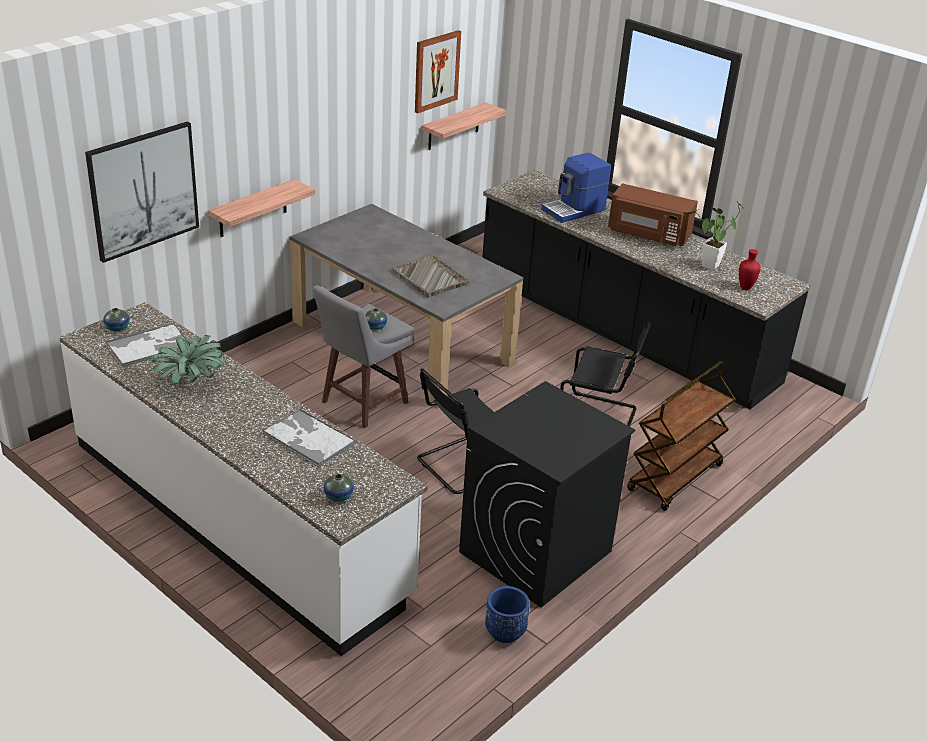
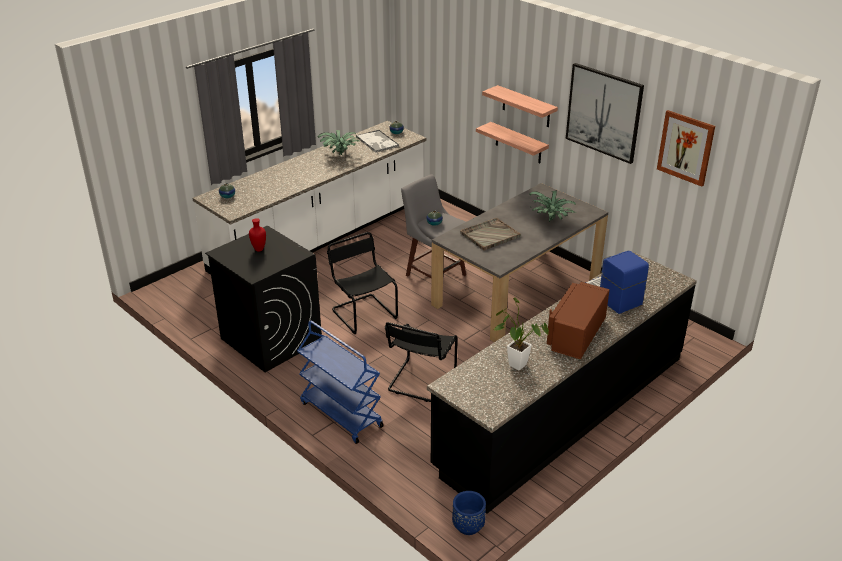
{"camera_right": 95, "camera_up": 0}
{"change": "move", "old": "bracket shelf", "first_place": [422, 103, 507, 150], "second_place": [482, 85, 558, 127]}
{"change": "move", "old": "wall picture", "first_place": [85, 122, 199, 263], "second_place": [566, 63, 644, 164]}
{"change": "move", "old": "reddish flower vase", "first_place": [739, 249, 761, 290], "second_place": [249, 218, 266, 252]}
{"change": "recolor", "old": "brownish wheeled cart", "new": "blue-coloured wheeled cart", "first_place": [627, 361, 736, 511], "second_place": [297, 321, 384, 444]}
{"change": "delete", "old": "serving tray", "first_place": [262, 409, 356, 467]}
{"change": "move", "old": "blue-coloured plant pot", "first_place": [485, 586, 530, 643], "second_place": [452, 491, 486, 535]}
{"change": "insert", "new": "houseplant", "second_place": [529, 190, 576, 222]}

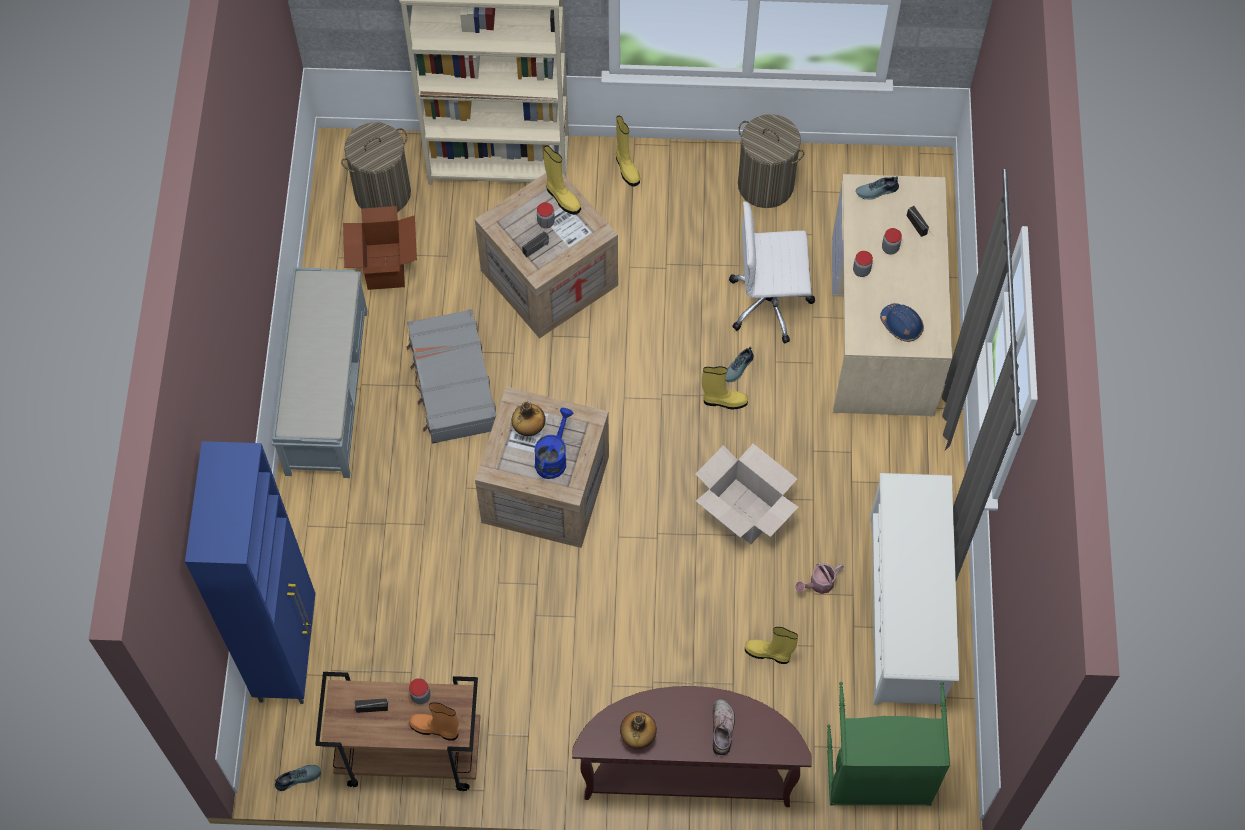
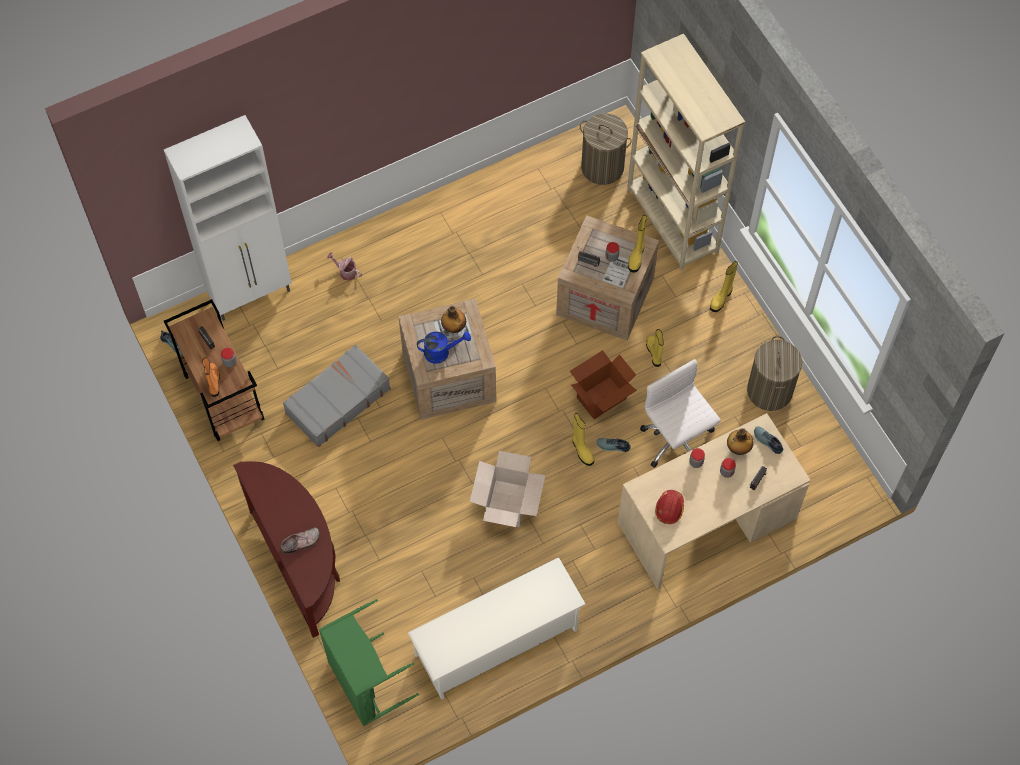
{"camera_right": 60, "camera_up": 0}
{"change": "move", "old": "carton", "first_place": [343, 206, 417, 290], "second_place": [570, 350, 637, 419]}
{"change": "delete", "old": "grey long seat", "first_place": [272, 267, 367, 478]}
{"change": "recolor", "old": "blue-coloured safety helmet", "new": "reddish safety helmet", "first_place": [880, 303, 924, 342], "second_place": [655, 490, 684, 524]}
{"change": "move", "old": "grey piece of luggage", "first_place": [406, 309, 496, 444], "second_place": [283, 345, 391, 447]}
{"change": "recolor", "old": "blue-coloured cupboard", "new": "whitish cupboard", "first_place": [185, 441, 316, 704], "second_place": [164, 115, 292, 321]}
{"change": "move", "old": "watering pot", "first_place": [795, 563, 844, 594], "second_place": [327, 252, 362, 281]}
{"change": "move", "old": "yellow high-top boot", "first_place": [745, 627, 798, 664], "second_place": [646, 329, 664, 367]}
{"change": "move", "old": "beverage bottle", "first_place": [620, 711, 657, 749], "second_place": [727, 428, 753, 455]}

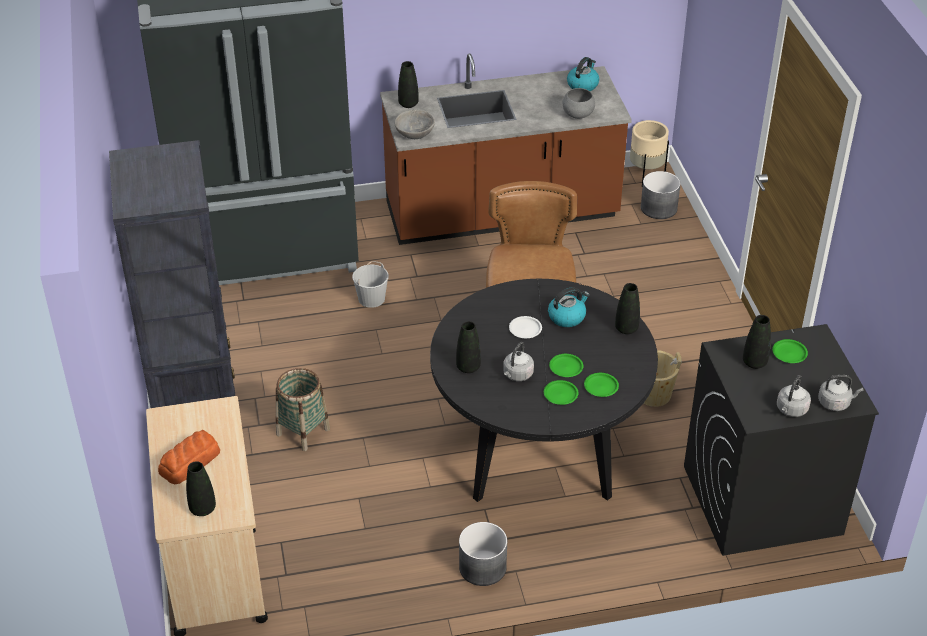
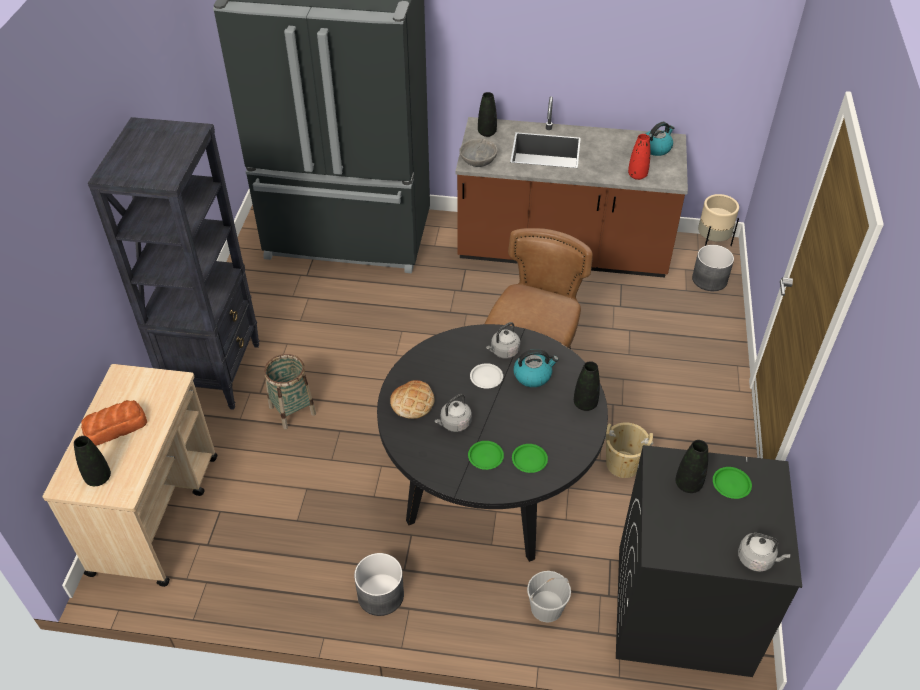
{"camera_right": 20, "camera_up": 5}
{"change": "replace", "old": "grey bowl", "new": "reddish flower vase", "first_place": [563, 88, 595, 119], "second_place": [628, 134, 650, 180]}
{"change": "move", "old": "whitish pail", "first_place": [352, 261, 389, 308], "second_place": [527, 571, 571, 622]}
{"change": "replace", "old": "black-coloured flower vase", "new": "bakery bread", "first_place": [456, 321, 481, 373], "second_place": [390, 380, 434, 419]}
{"change": "delete", "old": "greenish flat dish", "first_place": [549, 354, 583, 377]}
{"change": "move", "old": "grey water kettle", "first_place": [777, 375, 811, 417], "second_place": [486, 322, 520, 359]}

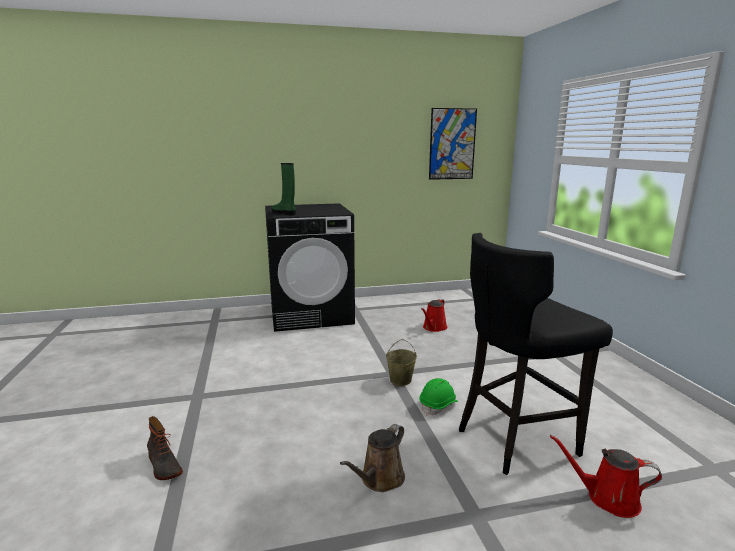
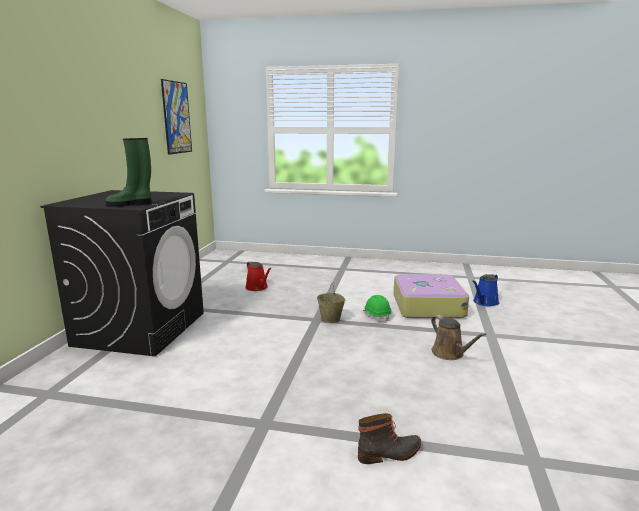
{"camera_right": -65, "camera_up": 0}
{"change": "replace", "old": "black-coloured sitting stool", "new": "piece of luggage", "first_place": [459, 233, 613, 475], "second_place": [393, 274, 469, 318]}
{"change": "recolor", "old": "reddish watering pot", "new": "blue-coloured watering pot", "first_place": [550, 435, 662, 518], "second_place": [472, 274, 499, 306]}

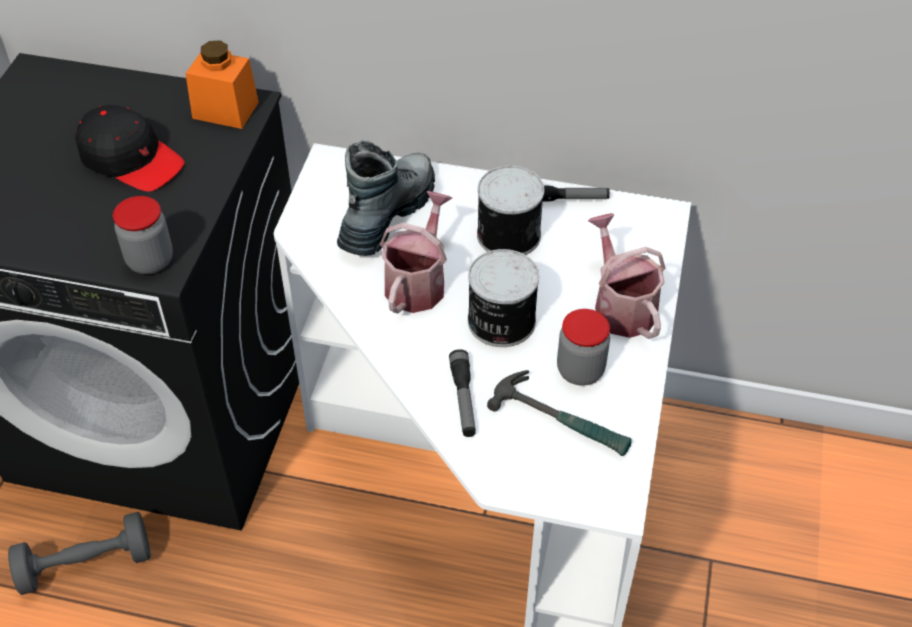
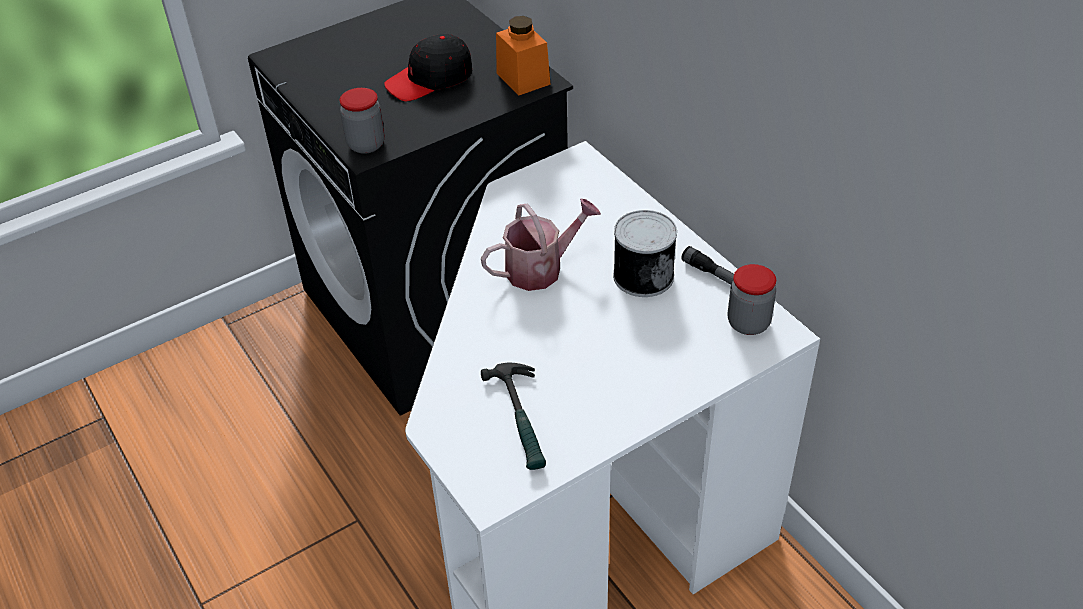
{"camera_right": 45, "camera_up": -5}
{"change": "rotate", "old": "black-coloured cap", "first_place": [75, 105, 185, 192], "second_place": [384, 34, 472, 101], "degrees": 75}
{"change": "delete", "old": "high-top boot", "first_place": [337, 140, 435, 256]}
{"change": "delete", "old": "watering pot", "first_place": [588, 213, 665, 339]}
{"change": "delete", "old": "sealed can", "first_place": [468, 249, 539, 347]}
{"change": "move", "old": "preserve jar", "first_place": [557, 309, 610, 386], "second_place": [728, 264, 776, 335]}
{"change": "delete", "old": "flashlight", "first_place": [449, 349, 476, 437]}
{"change": "delete", "old": "grey dumbbell", "first_place": [8, 512, 151, 595]}

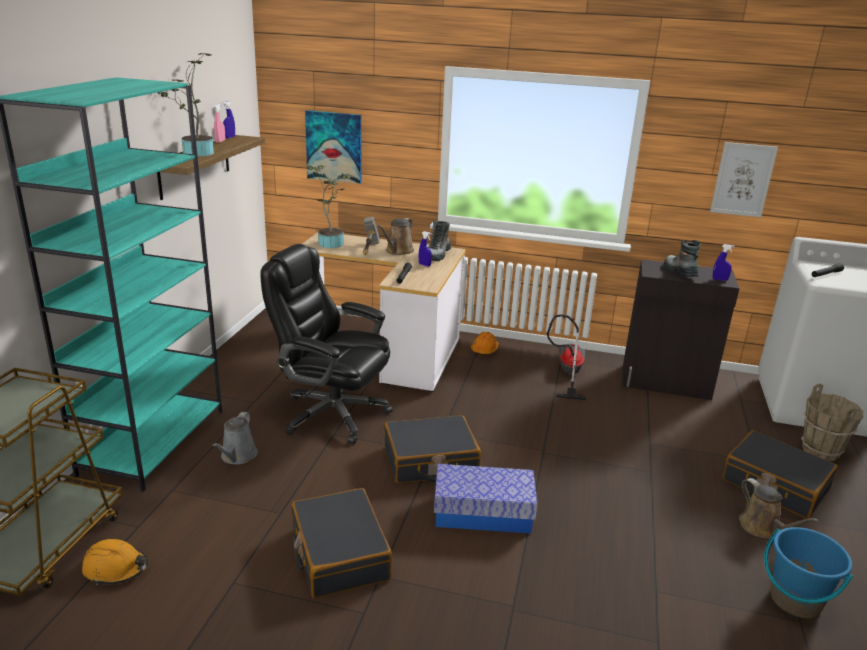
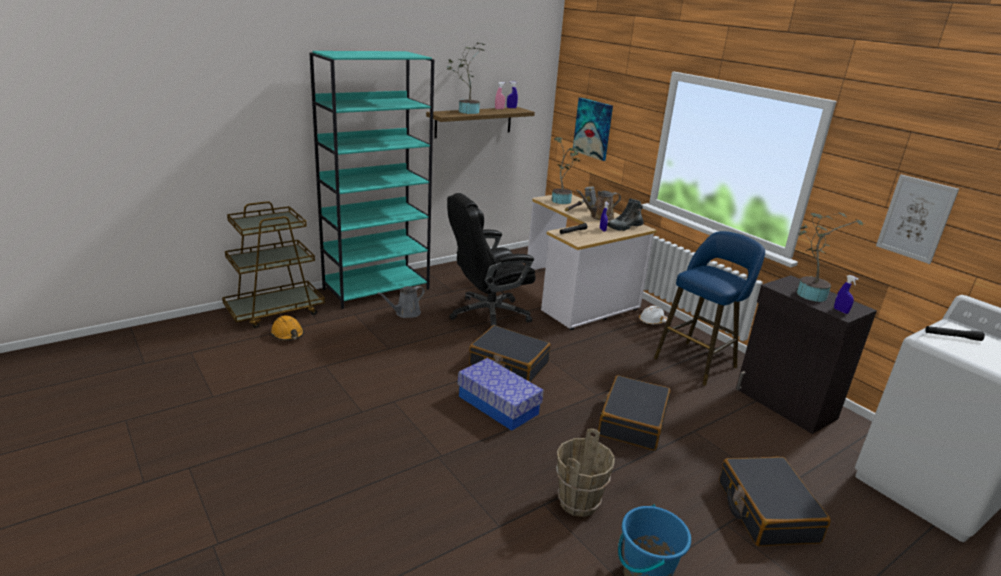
{"camera_right": 40, "camera_up": 0}
{"change": "replace", "old": "high-top boot", "new": "houseplant", "first_place": [664, 240, 701, 277], "second_place": [797, 212, 864, 302]}
{"change": "rotate", "old": "black-coloured computer chair", "first_place": [260, 244, 393, 444], "second_place": [447, 193, 536, 327], "degrees": -90}
{"change": "replace", "old": "hoover", "new": "blue-coloured sitting stool", "first_place": [547, 314, 586, 400], "second_place": [654, 231, 765, 386]}
{"change": "recolor", "old": "orangey safety helmet", "new": "whitish safety helmet", "first_place": [471, 332, 499, 356], "second_place": [639, 305, 668, 325]}
{"change": "move", "old": "brownish pail", "first_place": [801, 384, 863, 461], "second_place": [556, 428, 615, 517]}
{"change": "delete", "old": "brownish watering pot", "first_place": [739, 478, 819, 538]}
{"change": "move", "old": "black-coloured piece of luggage", "first_place": [291, 488, 392, 598], "second_place": [598, 375, 670, 451]}

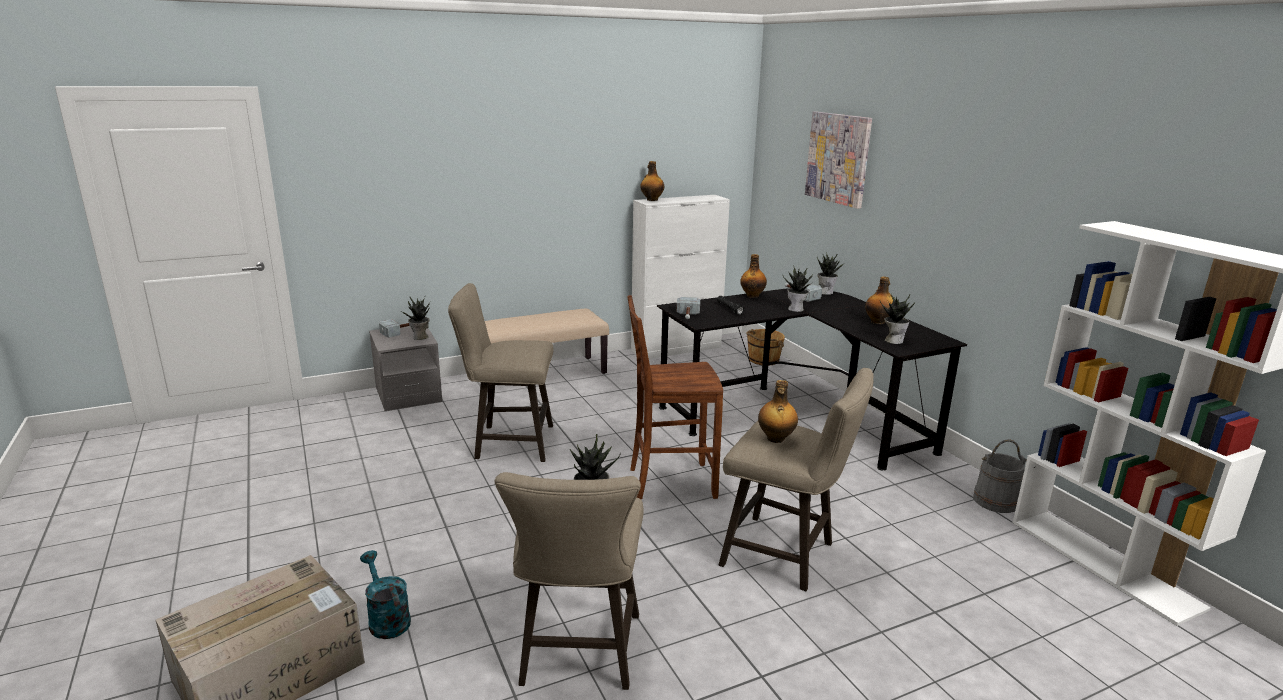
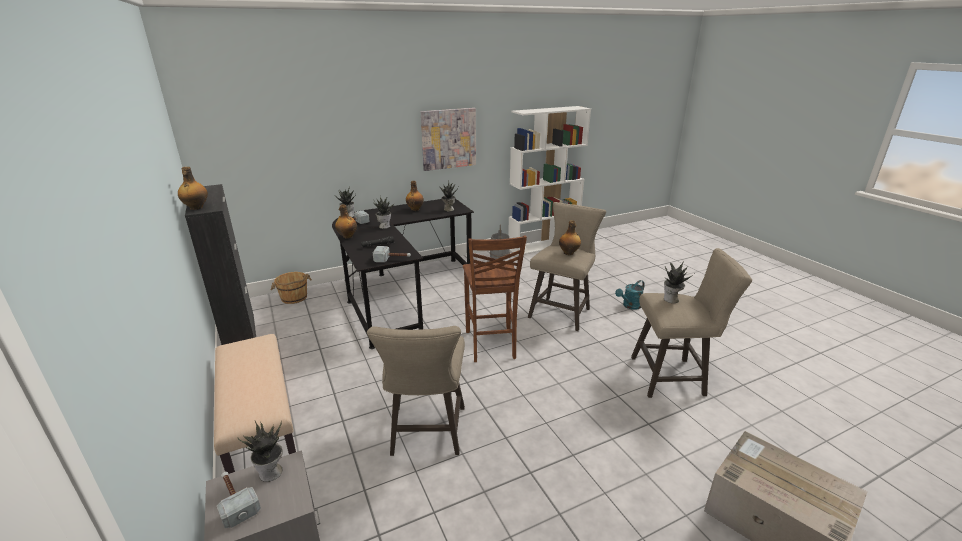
{"camera_right": -90, "camera_up": 5}
{"change": "move", "old": "wall picture", "first_place": [805, 112, 872, 209], "second_place": [421, 108, 476, 171]}
{"change": "recolor", "old": "whitish cupboard", "new": "black-coloured cupboard", "first_place": [631, 195, 730, 359], "second_place": [185, 184, 256, 345]}
{"change": "move", "old": "blue-green watering pot", "first_place": [360, 550, 411, 639], "second_place": [615, 280, 645, 310]}

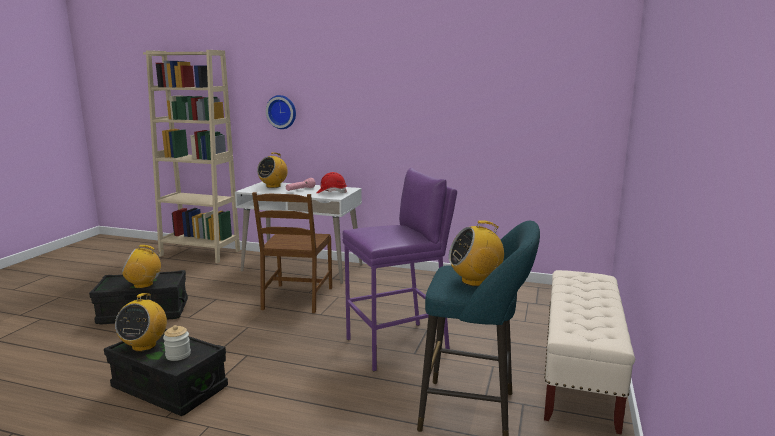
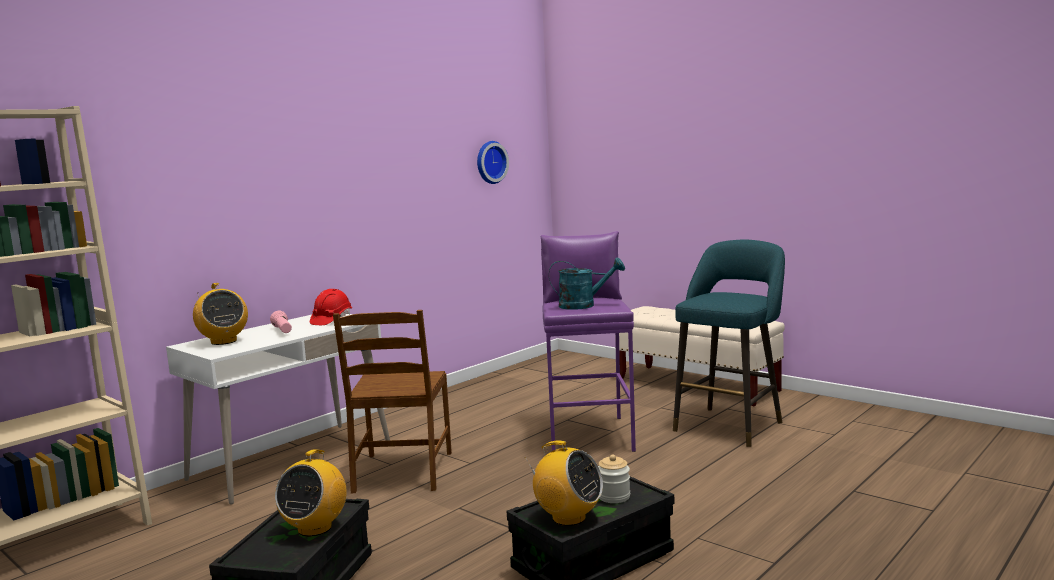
{"camera_right": -65, "camera_up": -5}
{"change": "move", "old": "wall clock", "first_place": [266, 95, 296, 129], "second_place": [477, 141, 509, 184]}
{"change": "rotate", "old": "brownish upright chair", "first_place": [252, 192, 332, 313], "second_place": [333, 310, 452, 493], "degrees": 60}
{"change": "delete", "old": "radio set", "first_place": [449, 220, 504, 286]}
{"change": "insert", "new": "blue-green watering pot", "second_place": [549, 257, 625, 310]}

